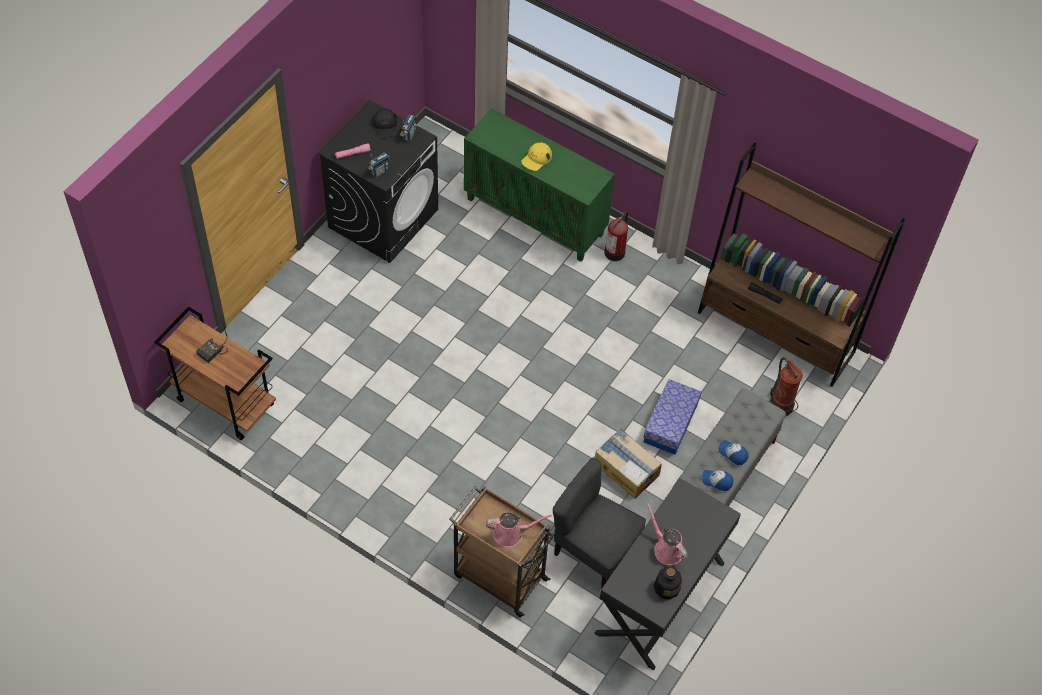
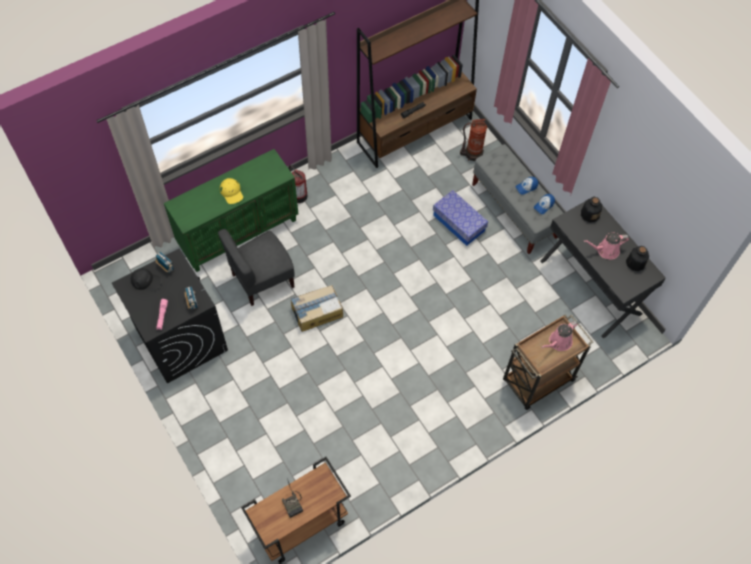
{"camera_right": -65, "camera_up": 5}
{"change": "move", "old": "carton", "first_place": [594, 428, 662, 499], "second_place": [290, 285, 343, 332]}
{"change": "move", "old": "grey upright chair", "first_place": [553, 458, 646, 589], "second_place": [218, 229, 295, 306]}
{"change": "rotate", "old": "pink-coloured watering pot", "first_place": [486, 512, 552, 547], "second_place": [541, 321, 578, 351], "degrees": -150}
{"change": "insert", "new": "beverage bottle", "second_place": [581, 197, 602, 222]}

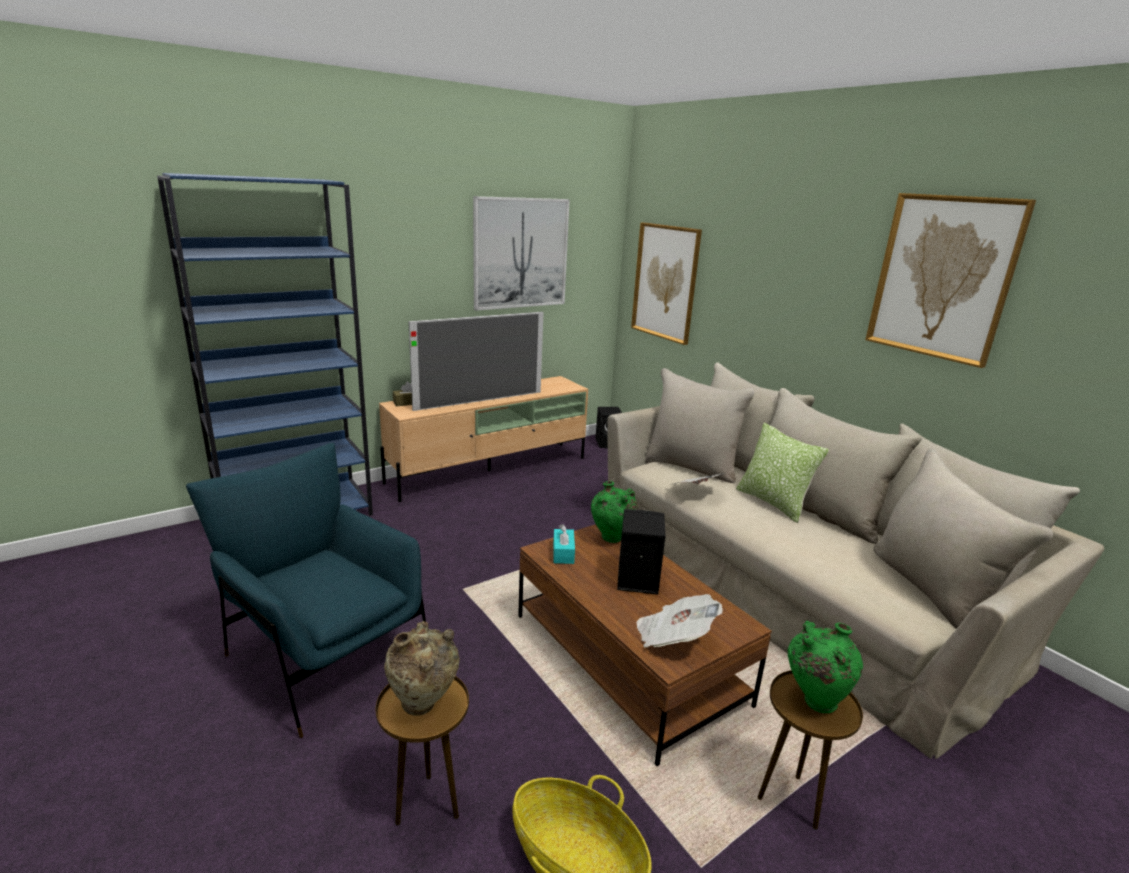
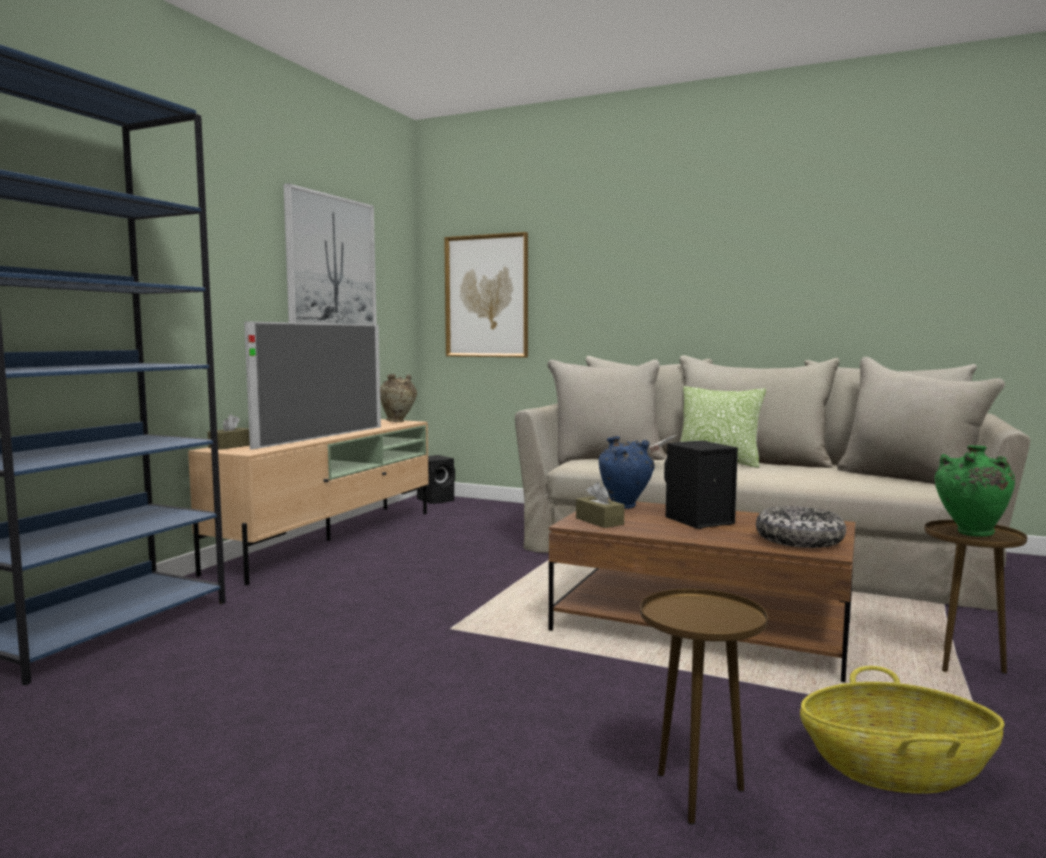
{"camera_right": -30, "camera_up": -15}
{"change": "delete", "old": "wall picture", "first_place": [865, 193, 1036, 368]}
{"change": "delete", "old": "blue-coloured easy chair", "first_place": [186, 443, 426, 738]}
{"change": "recolor", "old": "greenish flower vase", "new": "blue-coloured flower vase", "first_place": [591, 481, 638, 543], "second_place": [599, 436, 654, 509]}
{"change": "recolor", "old": "blue-green tissue holder", "new": "brownish tissue holder", "first_place": [553, 524, 575, 564], "second_place": [576, 482, 624, 528]}
{"change": "replace", "old": "newspaper", "new": "bowl", "first_place": [636, 594, 723, 648], "second_place": [756, 506, 846, 548]}
{"change": "move", "old": "beige flower vase", "first_place": [384, 621, 460, 716], "second_place": [380, 374, 417, 422]}

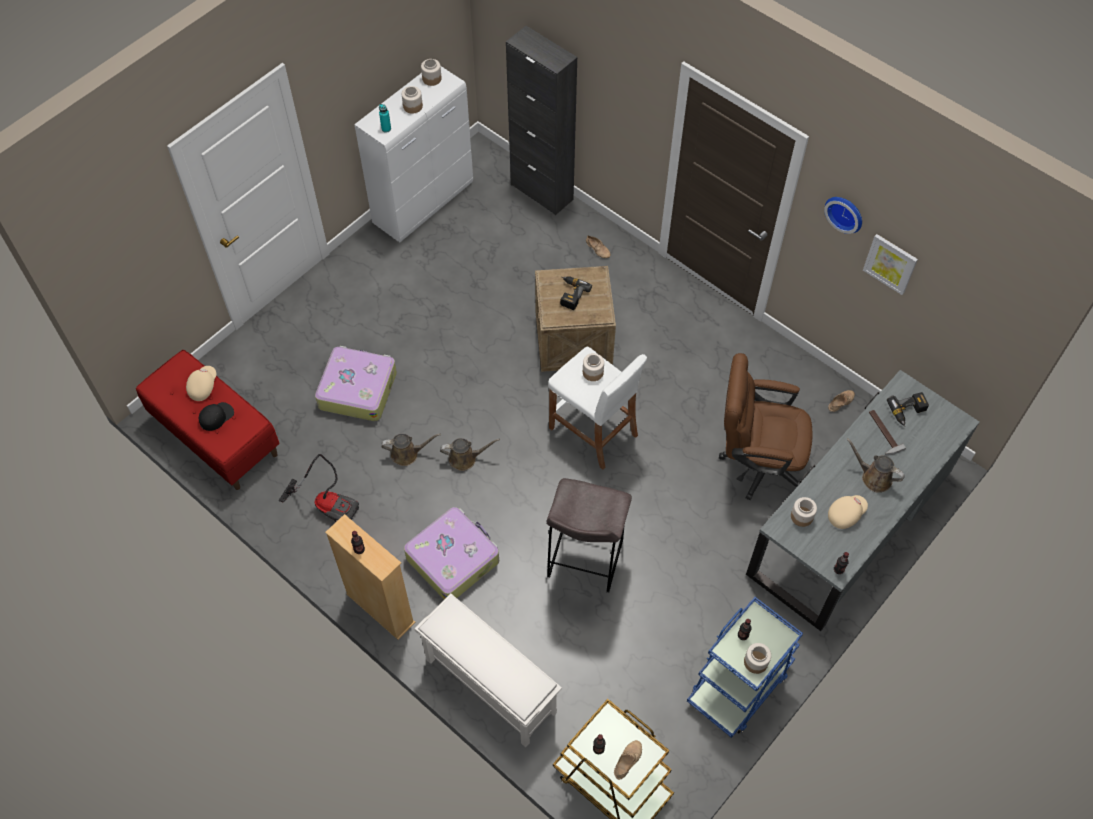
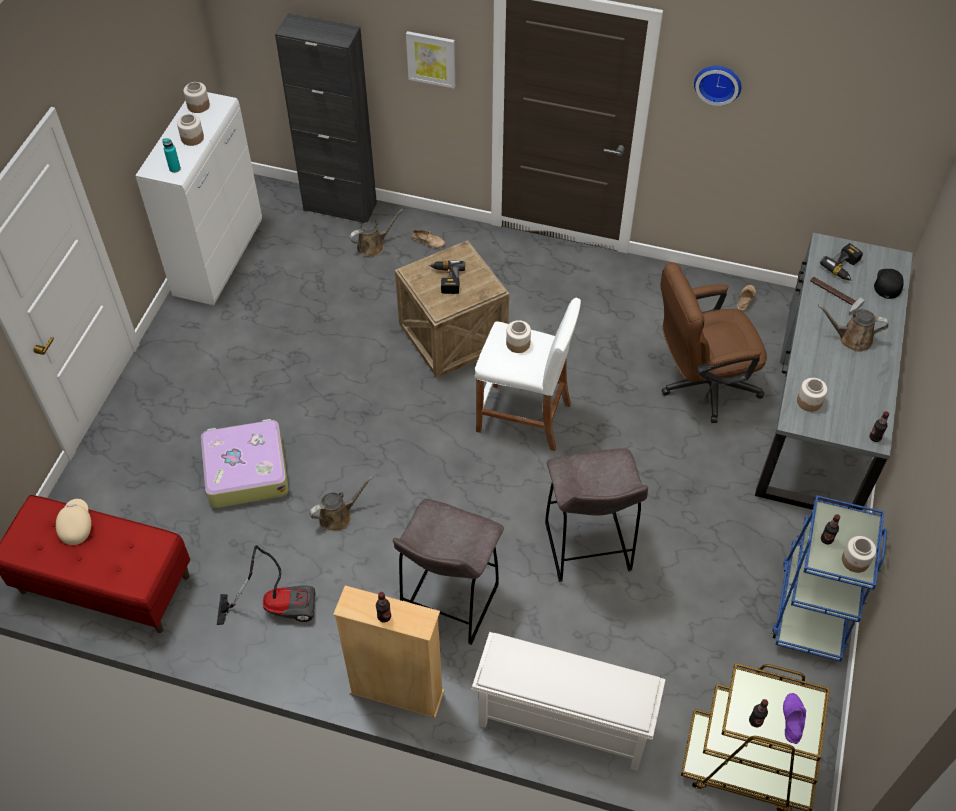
{"camera_right": -25, "camera_up": -5}
{"change": "move", "old": "wall picture", "first_place": [863, 234, 918, 295], "second_place": [406, 31, 455, 88]}
{"change": "move", "old": "black-coloured cap", "first_place": [199, 402, 234, 431], "second_place": [874, 269, 904, 299]}
{"change": "move", "old": "brownish watering pot", "first_place": [440, 438, 500, 471], "second_place": [349, 209, 403, 257]}
{"change": "delete", "old": "beige cap", "first_place": [828, 495, 868, 529]}
{"change": "replace", "old": "piece of luggage", "new": "grey sitting stool", "first_place": [404, 507, 499, 600], "second_place": [393, 499, 504, 645]}
{"change": "recolor", "old": "beige item of footwear", "new": "purplish item of footwear", "first_place": [614, 740, 642, 780], "second_place": [783, 693, 806, 744]}

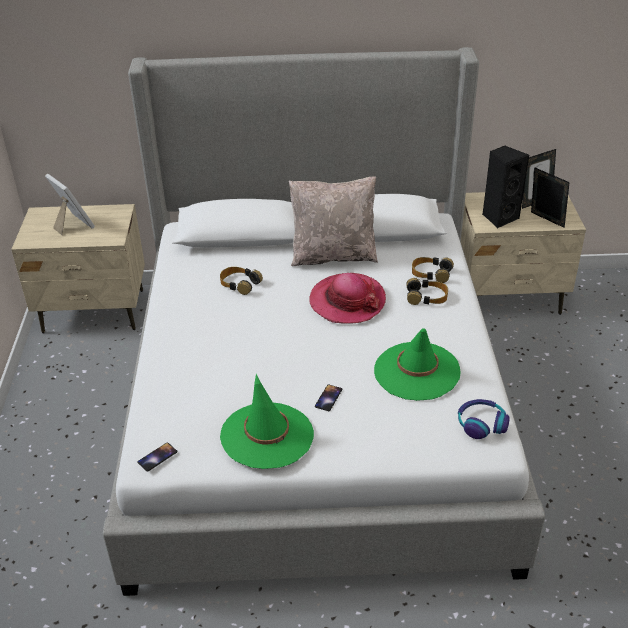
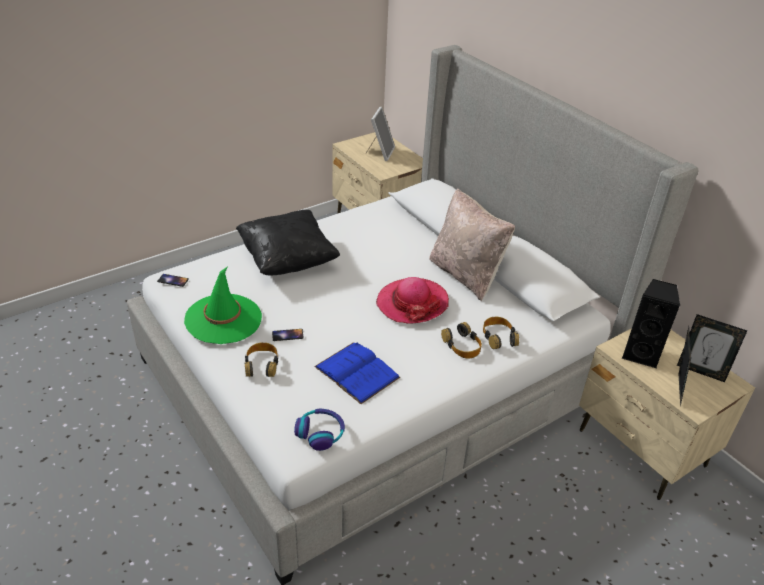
{"camera_right": 55, "camera_up": 0}
{"change": "move", "old": "pair of headphones", "first_place": [220, 267, 263, 295], "second_place": [245, 342, 279, 377]}
{"change": "replace", "old": "greenish clothing hat", "new": "blue-coloured bound book", "first_place": [374, 328, 461, 401], "second_place": [314, 342, 400, 404]}
{"change": "insert", "new": "black-coloured throw pillow", "second_place": [236, 210, 340, 275]}

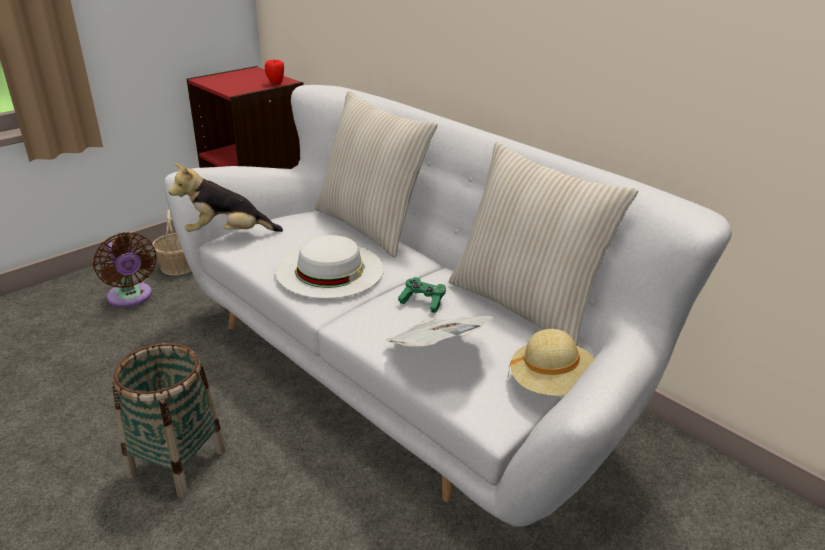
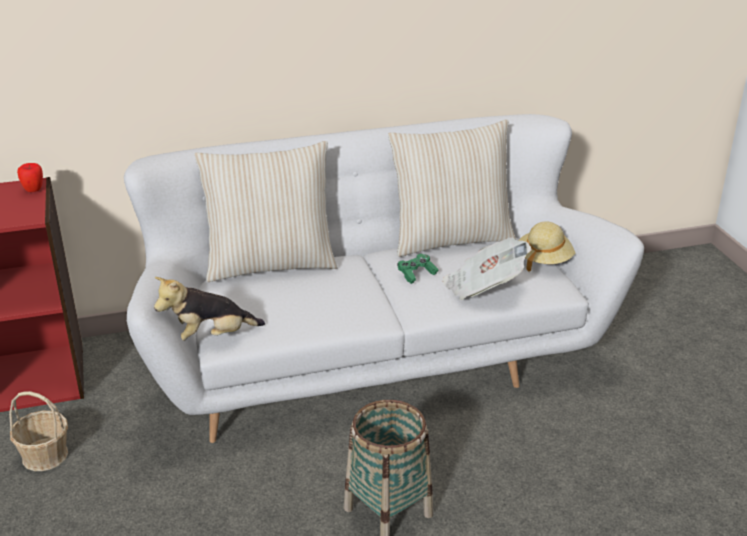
{"camera_right": -60, "camera_up": 0}
{"change": "rotate", "old": "cuddly toy", "first_place": [169, 163, 283, 232], "second_place": [154, 277, 265, 341], "degrees": 45}
{"change": "delete", "old": "brownish fan", "first_place": [93, 232, 157, 307]}
{"change": "delete", "old": "whitish clothing hat", "first_place": [276, 235, 384, 299]}

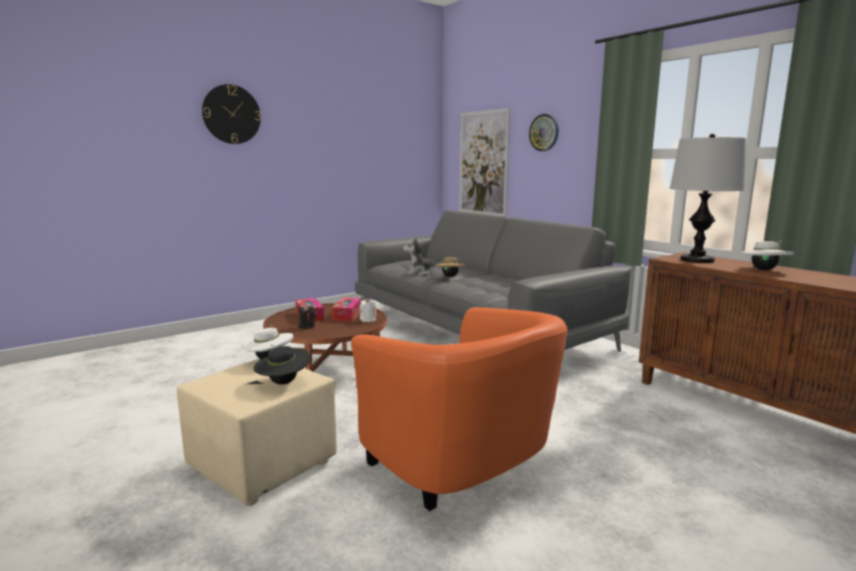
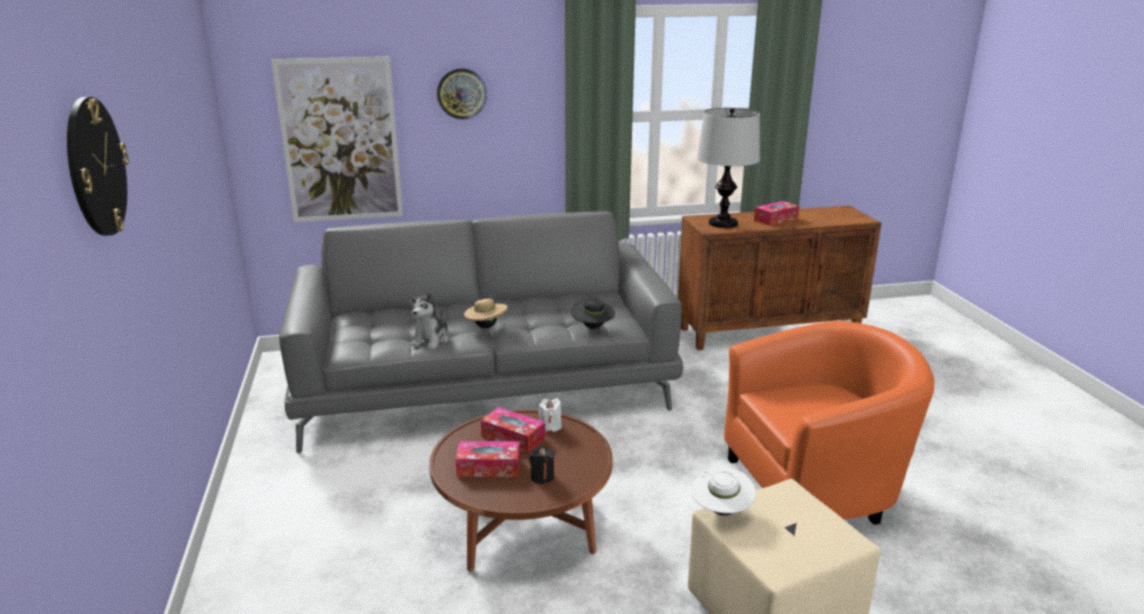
{"camera_right": -65, "camera_up": 10}
{"change": "replace", "old": "whitish clothing hat", "new": "tissue holder", "first_place": [741, 241, 794, 270], "second_place": [754, 201, 799, 226]}
{"change": "move", "old": "black-coloured clothing hat", "first_place": [253, 345, 310, 385], "second_place": [571, 298, 615, 329]}

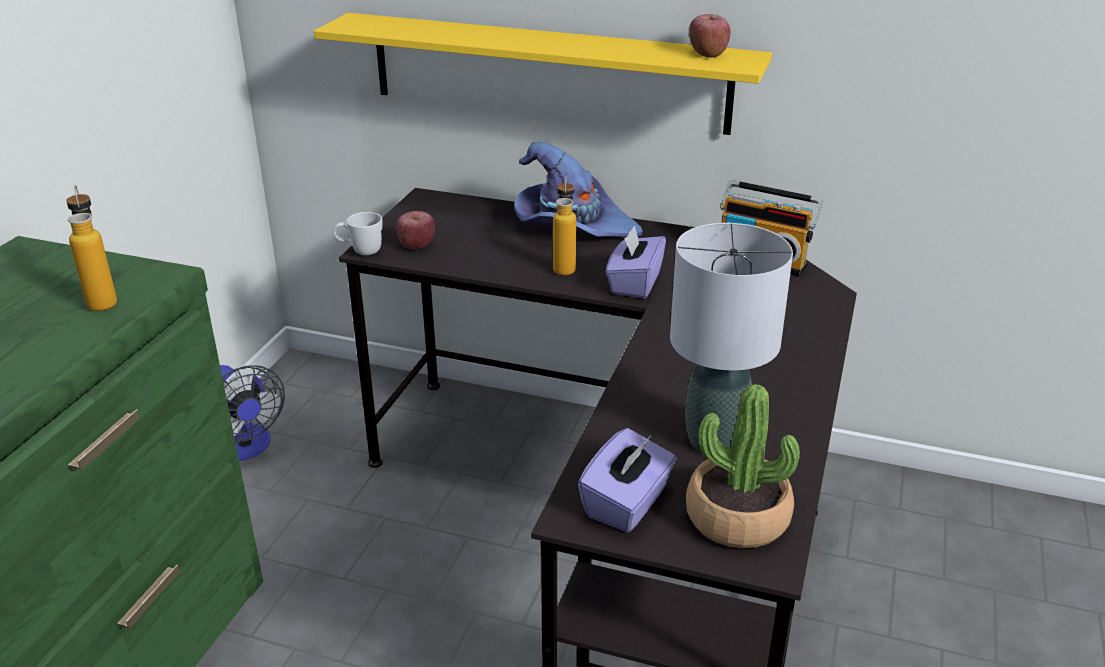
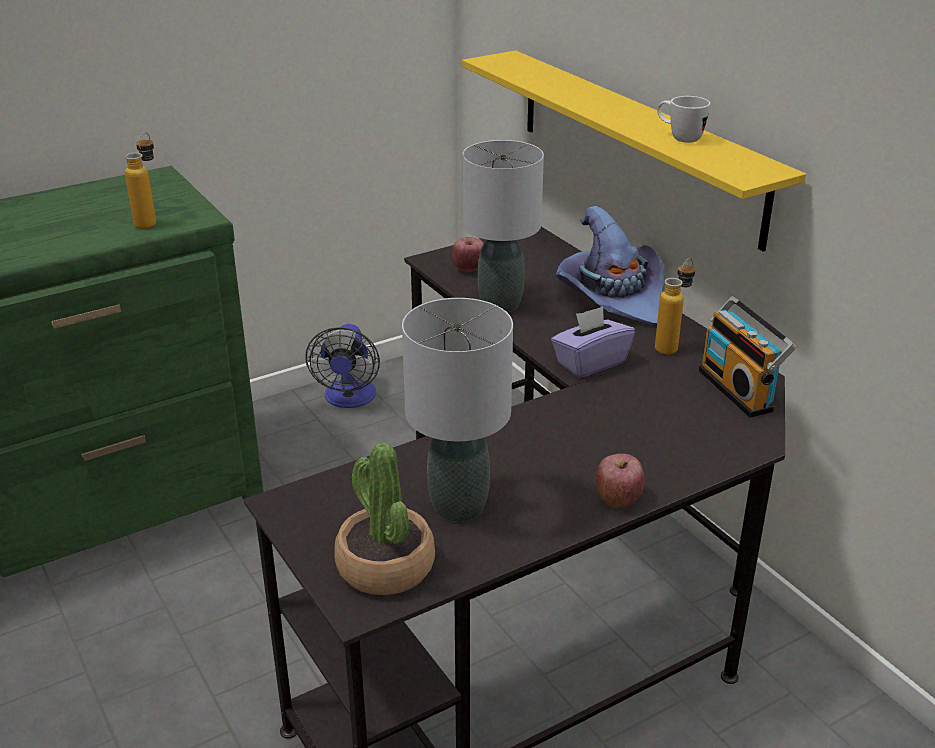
{"camera_right": 40, "camera_up": 0}
{"change": "move", "old": "whole apple", "first_place": [689, 14, 730, 58], "second_place": [595, 454, 645, 508]}
{"change": "move", "old": "beverage bottle", "first_place": [553, 176, 576, 275], "second_place": [655, 258, 695, 355]}
{"change": "move", "old": "whitish tea mug", "first_place": [333, 212, 383, 255], "second_place": [657, 96, 710, 143]}
{"change": "delete", "old": "purplish tissue holder", "first_place": [578, 428, 676, 532]}
{"change": "insert", "new": "grey lamp for a table", "second_place": [463, 140, 544, 312]}

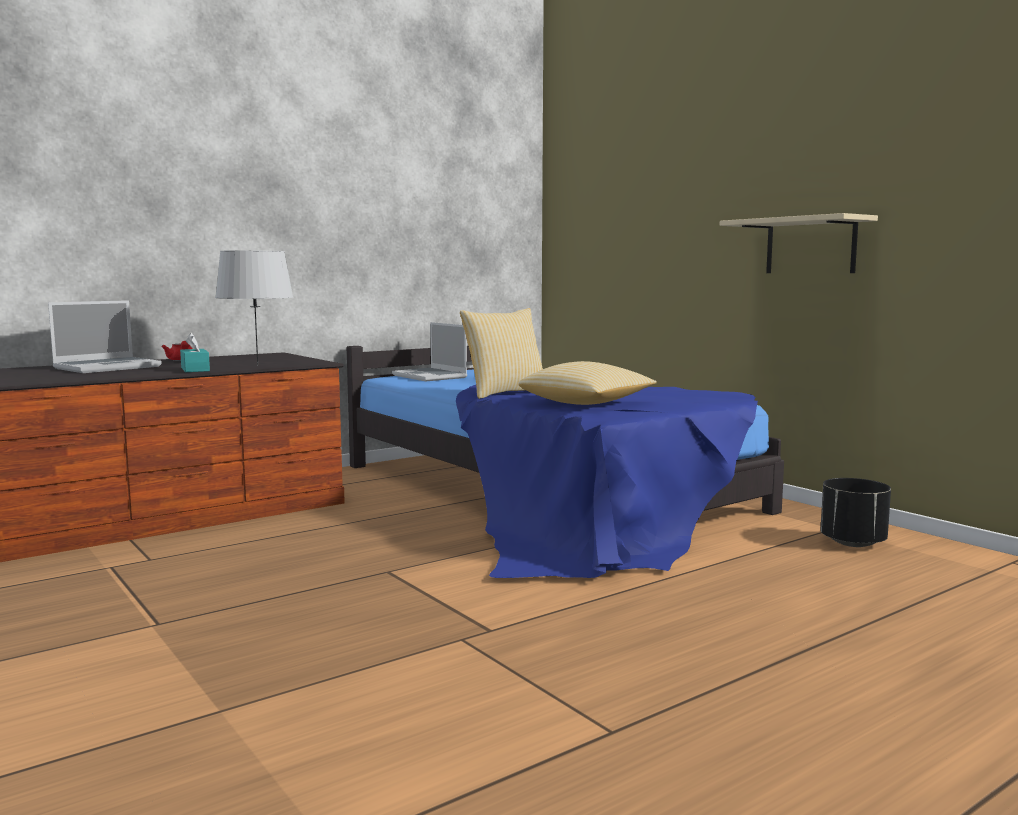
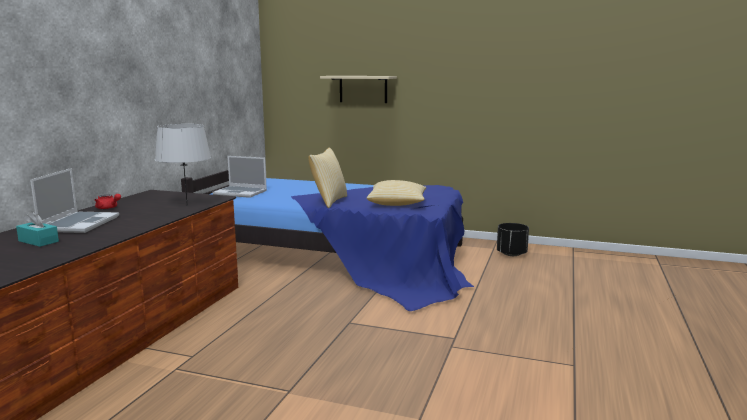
{"camera_right": -35, "camera_up": 5}
{"change": "move", "old": "beige bracket shelf", "first_place": [720, 213, 878, 273], "second_place": [320, 76, 397, 103]}
{"change": "move", "old": "blue-green tissue holder", "first_place": [180, 333, 210, 372], "second_place": [16, 211, 59, 247]}

